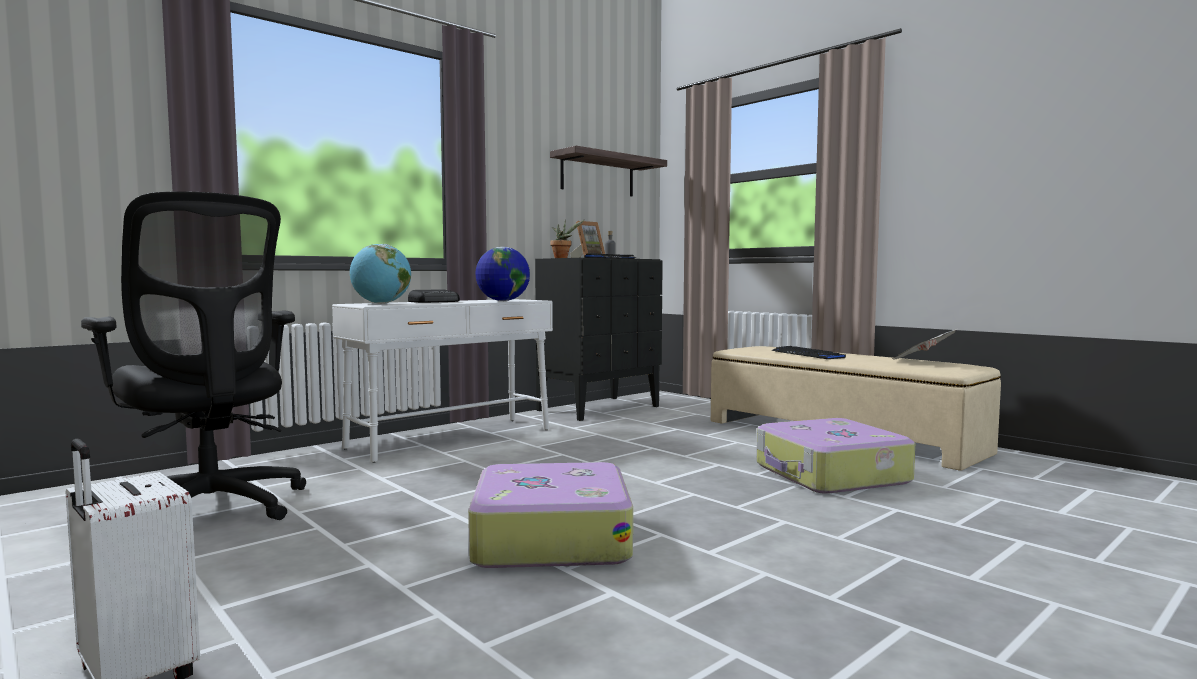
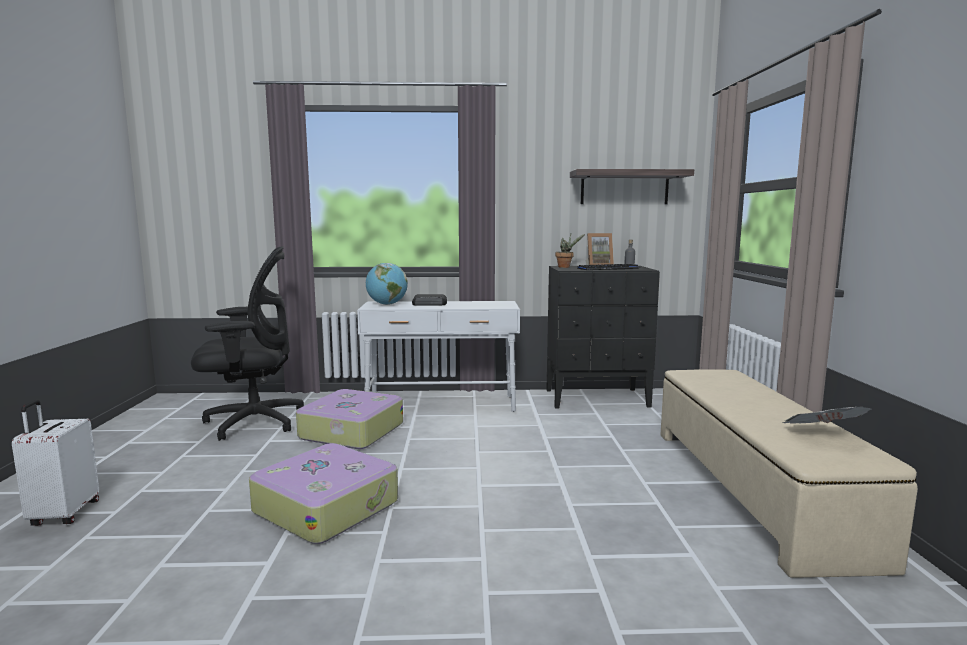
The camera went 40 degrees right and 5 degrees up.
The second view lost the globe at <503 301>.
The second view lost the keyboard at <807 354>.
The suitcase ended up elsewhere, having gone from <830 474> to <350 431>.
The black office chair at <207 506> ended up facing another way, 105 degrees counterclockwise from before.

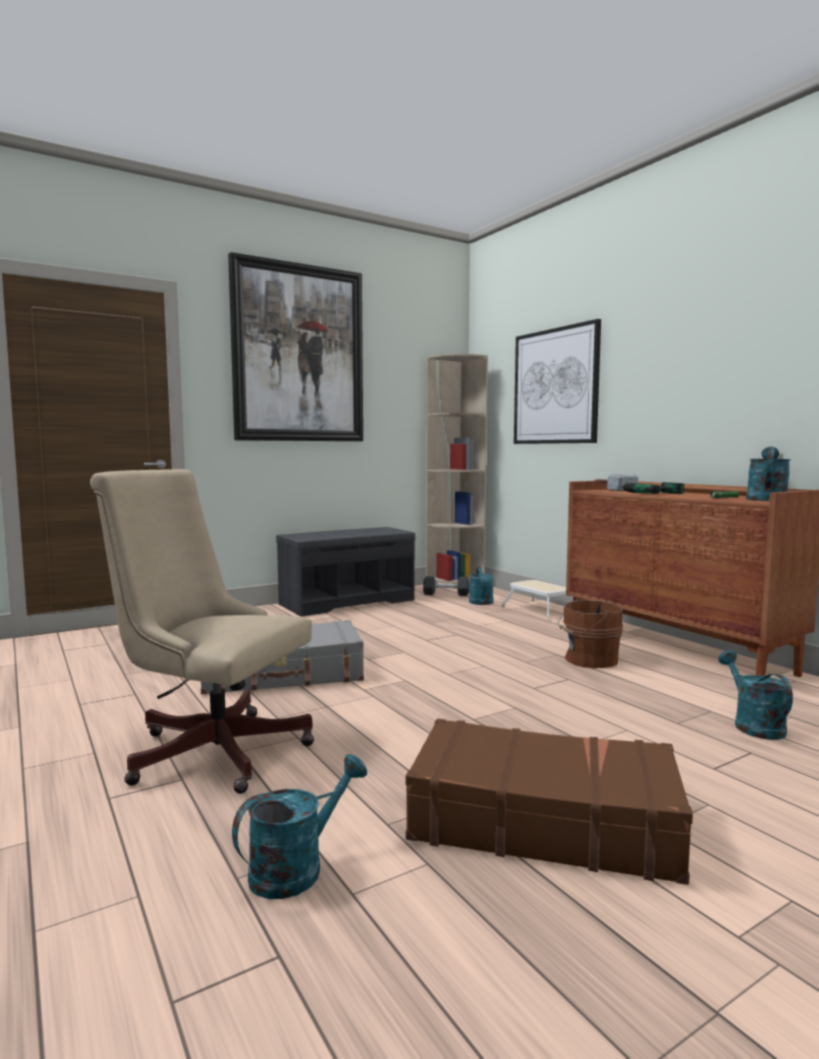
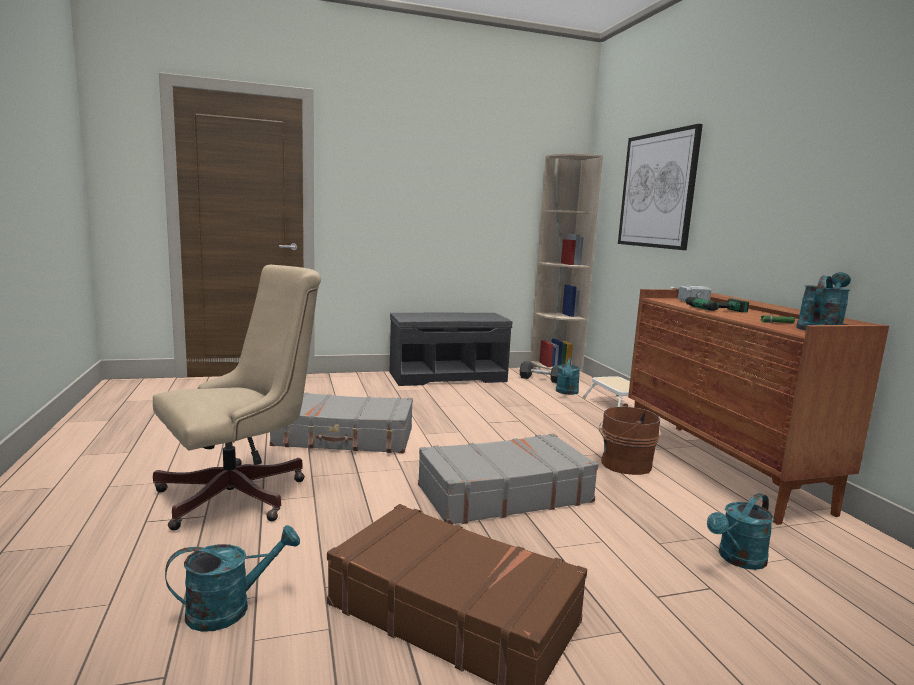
The camera went 15 degrees right and 5 degrees up.
The second view lost the picture at <298 354>.
The second view gained the grey suitcase at <503 494>.
The beige office chair at <210 749> ended up facing another way, 105 degrees clockwise from before.
The turquoise watering can at <753 725> ended up facing another way, 135 degrees counterclockwise from before.

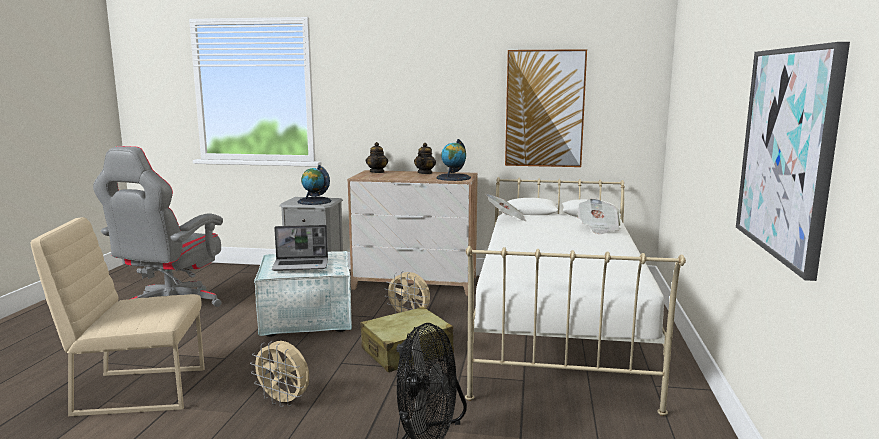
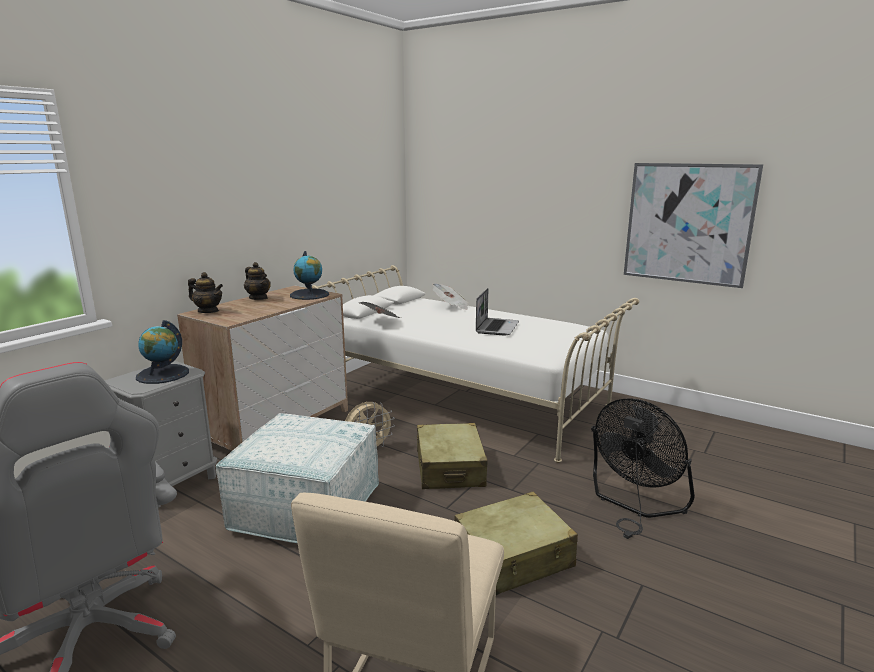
The camera went 65 degrees left and 5 degrees up.
The second view lost the picture at <544 109>.
The laptop ended up elsewhere, having gone from <301 265> to <496 327>.
Where the beige fan stood at <284 401>, the beige suitcase came to stand at <513 557>.

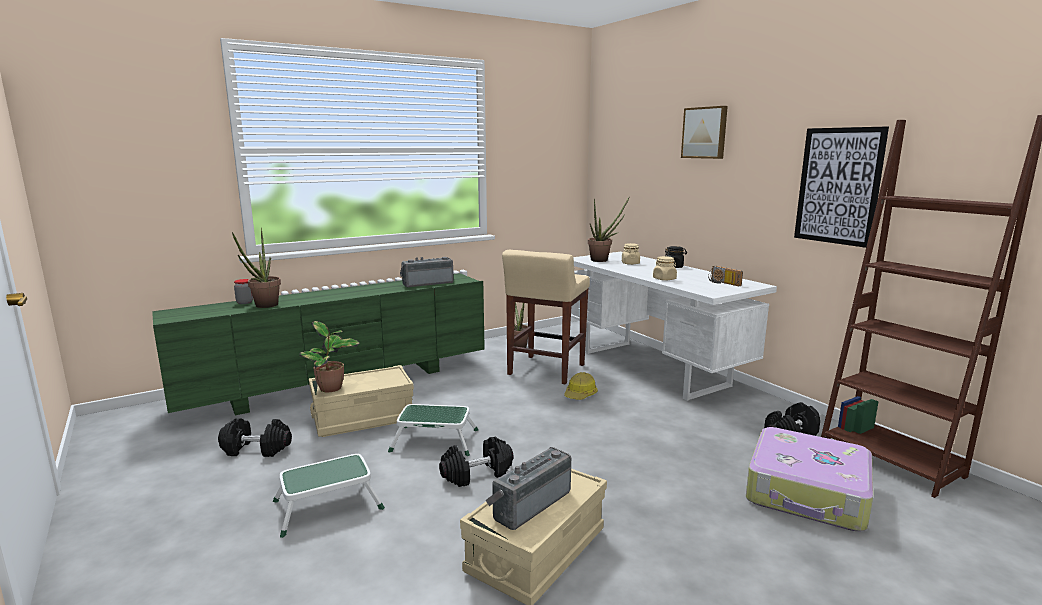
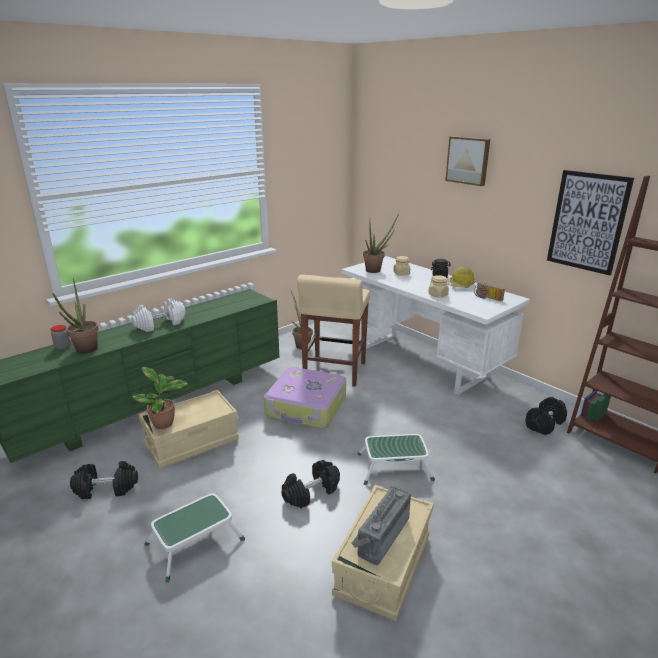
The camera went 10 degrees left and 10 degrees up.
The second view lost the radio at <427 283>.
The second view gained the white dumbbell at <160 324>.
The green step ladder ended up elsewhere, having gone from <434 441> to <394 467>.
The hard hat ended up elsewhere, having gone from <580 395> to <461 285>.
The suitcase ended up elsewhere, having gone from <807 493> to <306 407>.

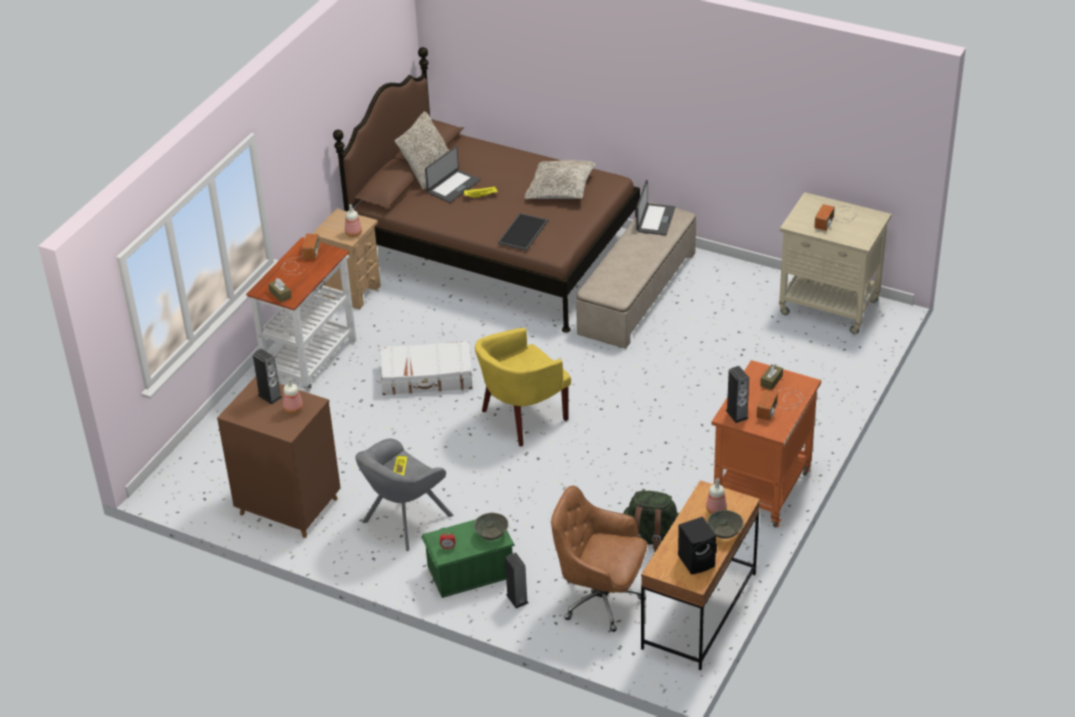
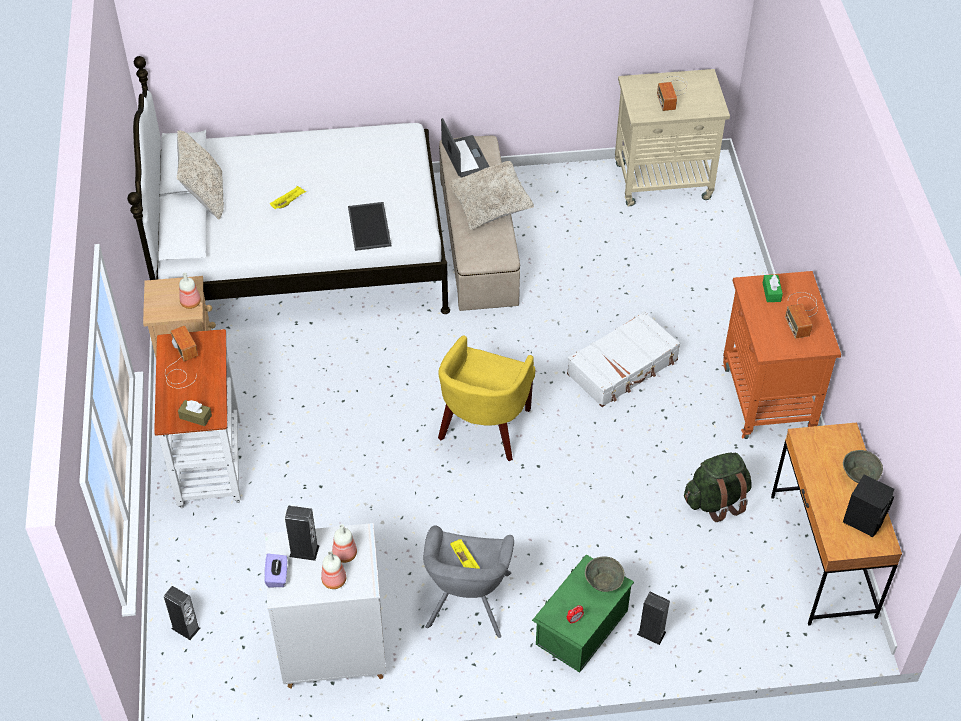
The camera went 35 degrees left and 10 degrees up.
The second view lost the laptop at <453 186>.
The second view lost the brown office chair at <601 599>.
The second view gained the purple tissue box at <277 576>.
The white suitcase ended up elsewhere, having gone from <427 377> to <623 367>.
The beige pillow ended up elsewhere, having gone from <560 189> to <490 203>.
The bottle ended up elsewhere, having gone from <716 510> to <334 580>.
The speaker ended up elsewhere, having gone from <737 414> to <186 628>.
What was the brown dresser at <288 506> turned into the white dresser at <332 650>.
What was the brown bed at <495 253> turned into the white bed at <301 254>.
What was the brown tissue box at <771 381> turned into the green tissue box at <771 292>.

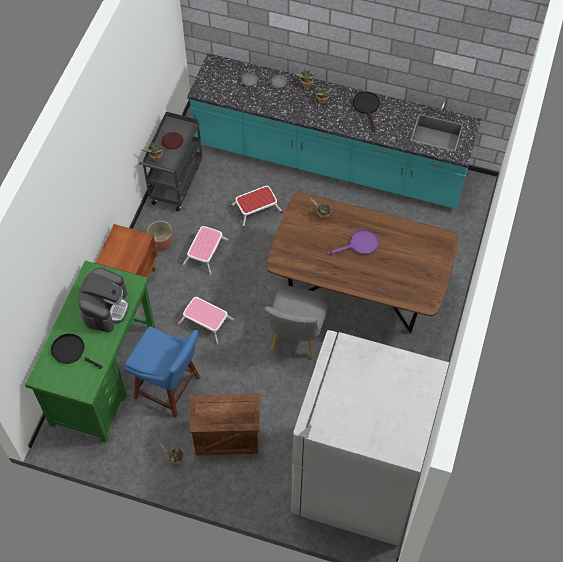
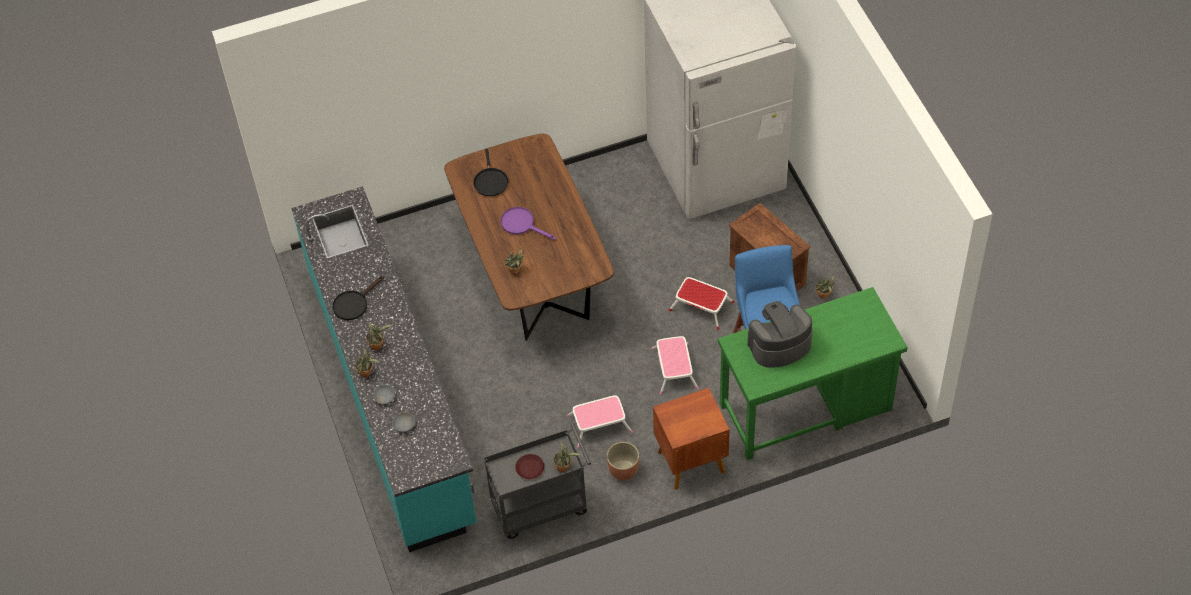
The camera went 125 degrees left and 5 degrees down.
The second view lost the grey chair at <296 337>.
The black frying pan ended up elsewhere, having gone from <70 351> to <490 181>.
The red step ladder ended up elsewhere, having gone from <256 209> to <701 306>.

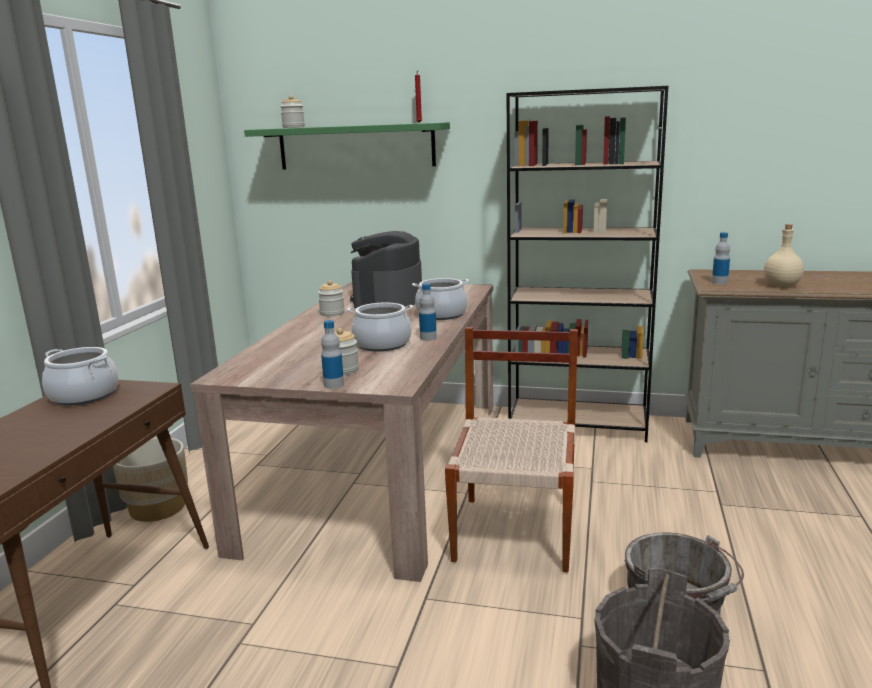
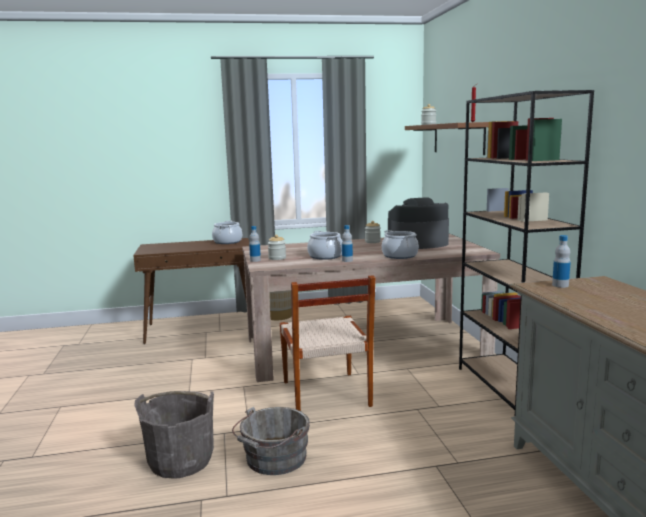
The camera went 65 degrees right and 5 degrees down.
The second view lost the beige bottle at <782 286>.
What was the green shelf at <356 146> turned into the brown shelf at <458 138>.
The chair at <515 531> ended up facing another way, 90 degrees clockwise from before.

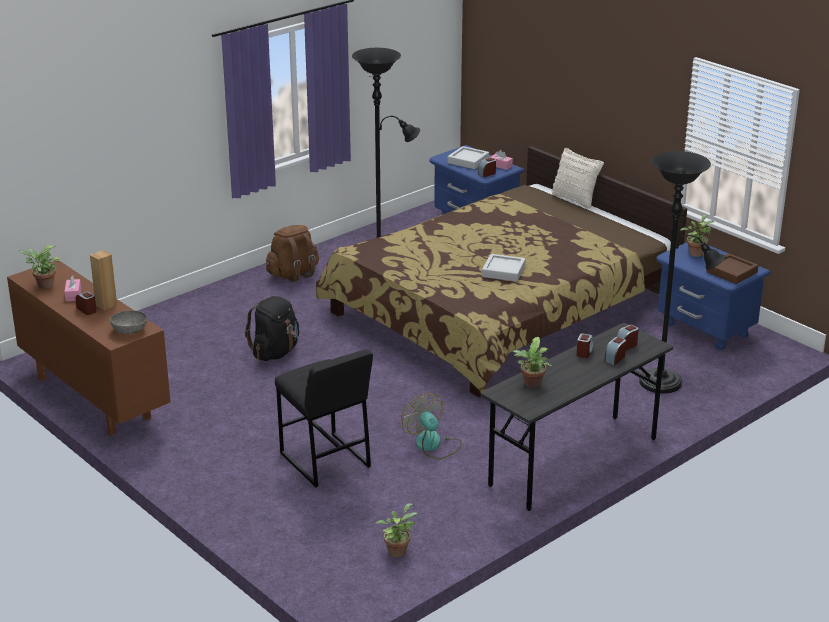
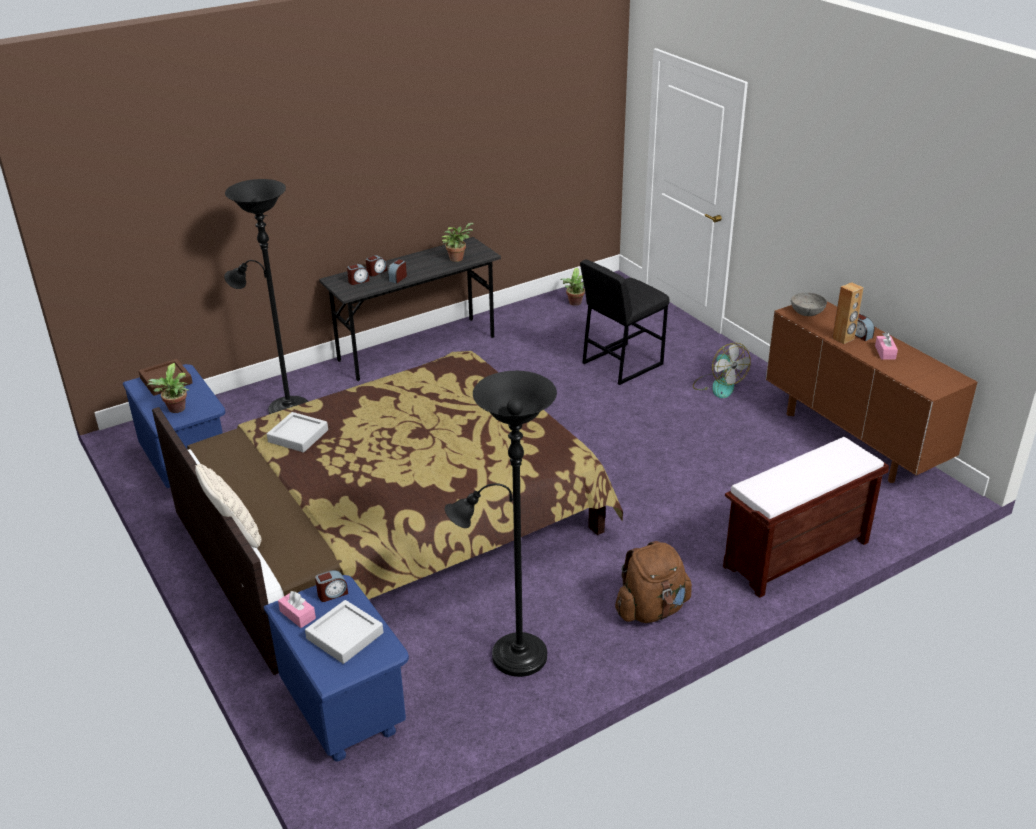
The camera went 170 degrees left and 5 degrees up.
The second view lost the potted plant at <43 285>.
The second view lost the black backpack at <275 352>.
The second view gained the brown bench at <795 555>.
The fan ended up elsewhere, having gone from <433 445> to <718 385>.
The grey tray ended up elsewhere, having gone from <503 271> to <298 436>.
The black chair at <326 461> ended up facing another way, 105 degrees counterclockwise from before.

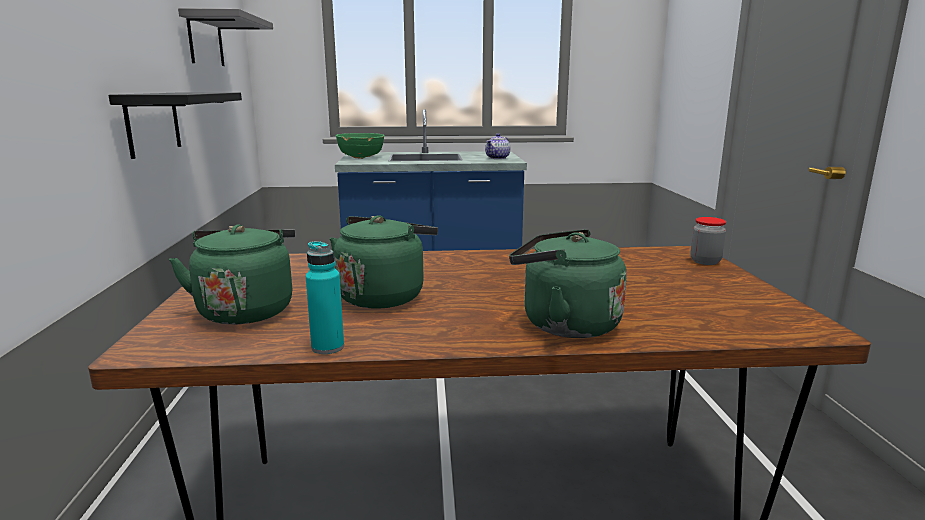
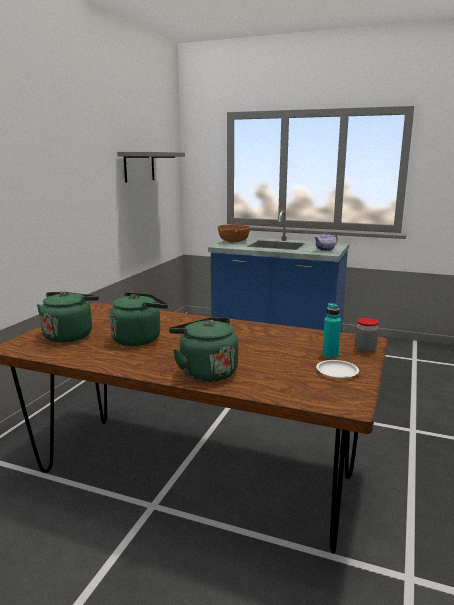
The camera went 25 degrees right and 0 degrees up.
The second view lost the black shelf at <153 123>.
The second view gained the white plate at <337 372>.
The turquoise bottle ended up elsewhere, having gone from <327 347> to <330 355>.
What was the green bowl at <361 157> turned into the brown bowl at <233 242>.

